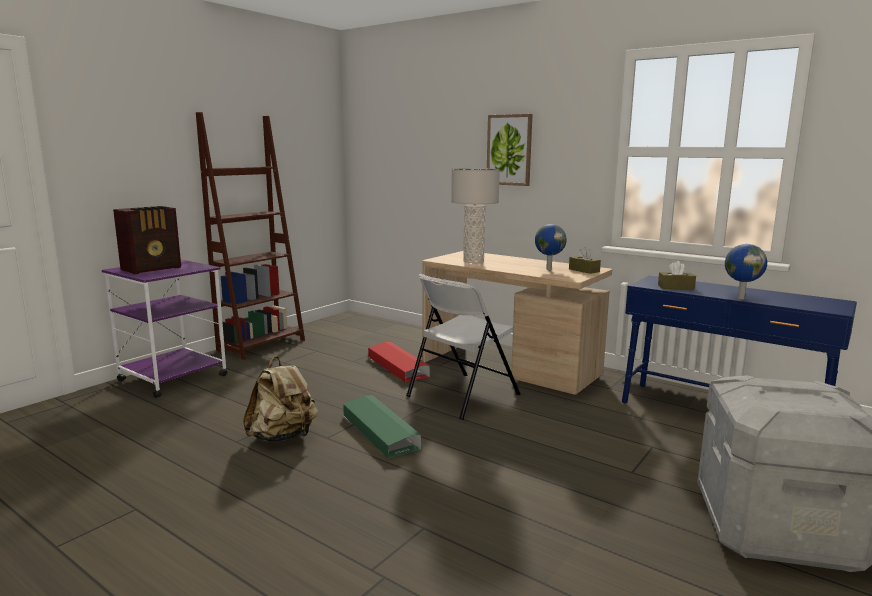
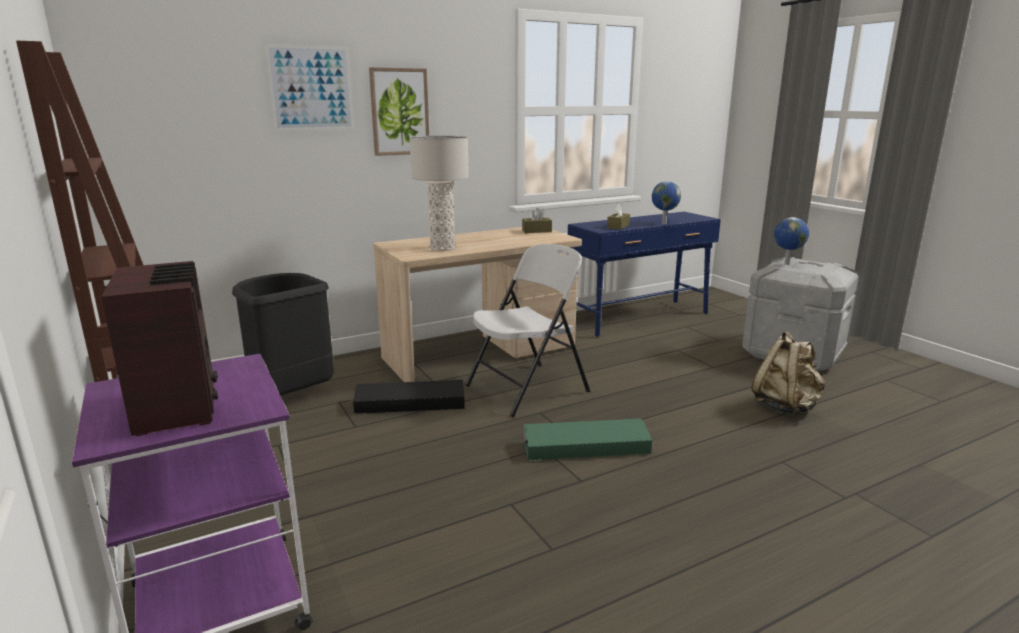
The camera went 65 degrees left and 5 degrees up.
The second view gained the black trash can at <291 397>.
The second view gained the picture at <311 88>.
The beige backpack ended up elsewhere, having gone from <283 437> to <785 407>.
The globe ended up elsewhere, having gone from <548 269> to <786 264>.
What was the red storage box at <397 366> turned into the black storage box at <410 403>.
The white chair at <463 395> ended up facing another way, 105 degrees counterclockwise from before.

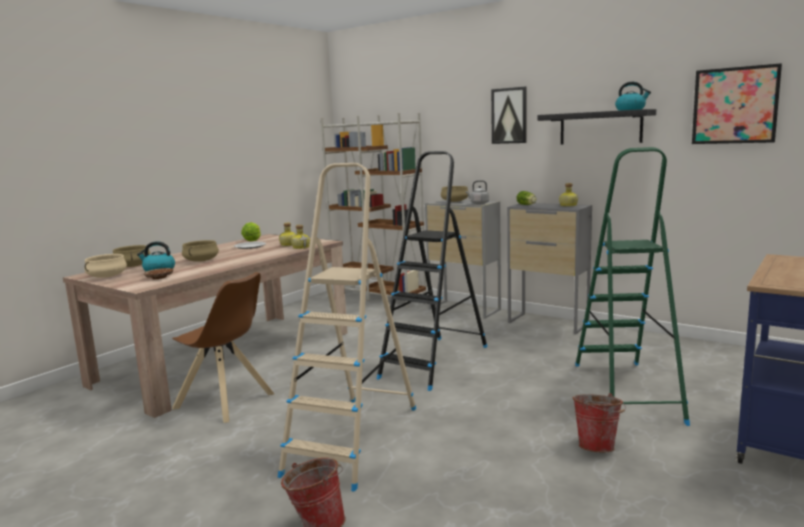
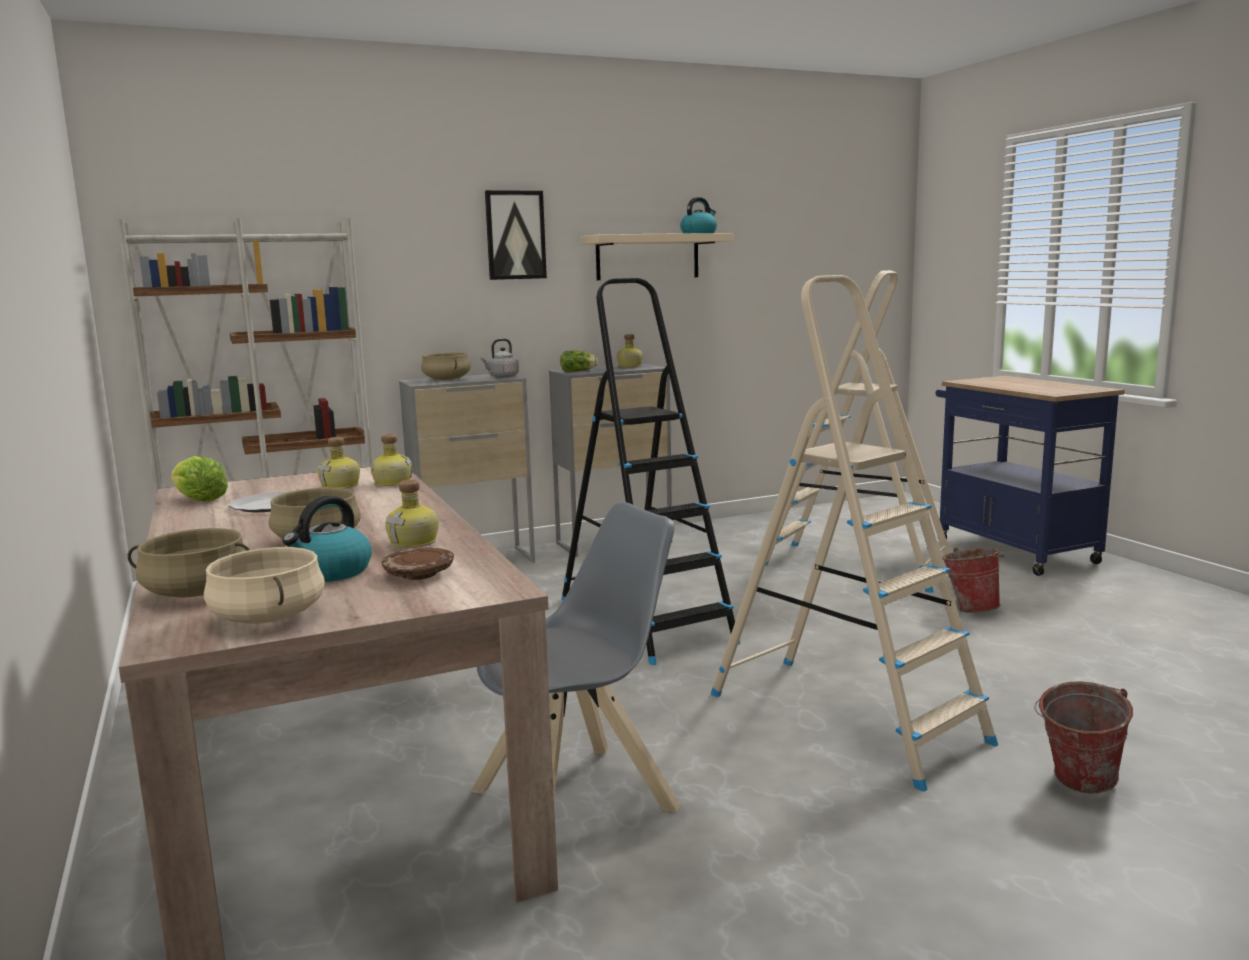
The camera went 60 degrees left and 0 degrees up.
The second view lost the picture at <735 105>.
The second view gained the bottle at <415 542>.
What was the brown chair at <226 402> turned into the grey chair at <580 798>.
What was the black shelf at <600 127> turned into the beige shelf at <647 257>.
What was the green step ladder at <625 391> turned into the beige step ladder at <855 566>.

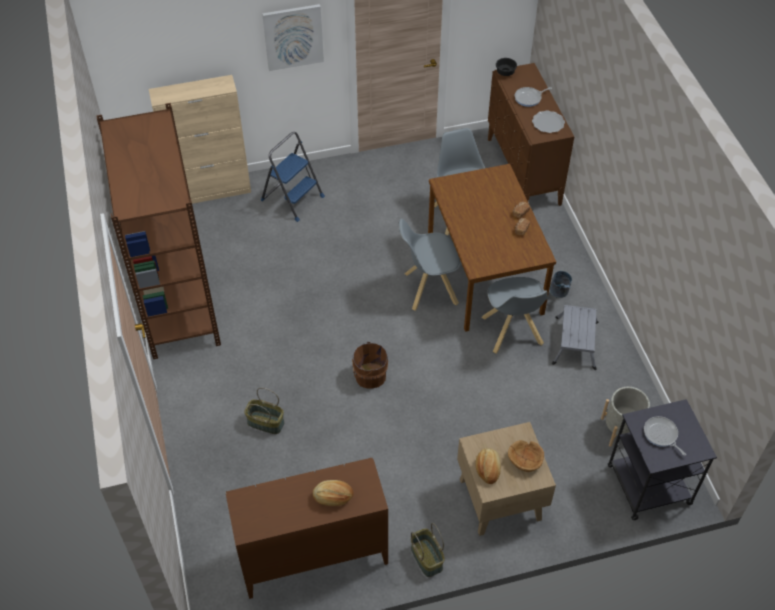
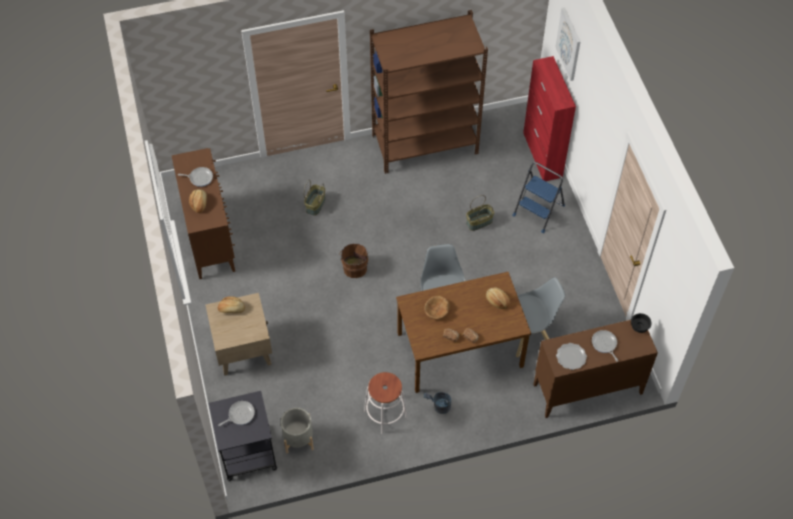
The camera went 90 degrees right and 5 degrees up.
The second view lost the grey chair at <512 332>.
The second view gained the frying pan at <200 178>.
The second view gained the bread at <497 301>.
The picture ended up elsewhere, having gone from <293 37> to <569 44>.
The basket ended up elsewhere, having gone from <427 558> to <479 222>.
The brown bowl ended up elsewhere, having gone from <525 460> to <436 311>.
Where the grey step ladder stood at <575 343>, the white stool came to stand at <385 414>.
What was the beige cabinet at <211 191> turned into the red cabinet at <542 155>.

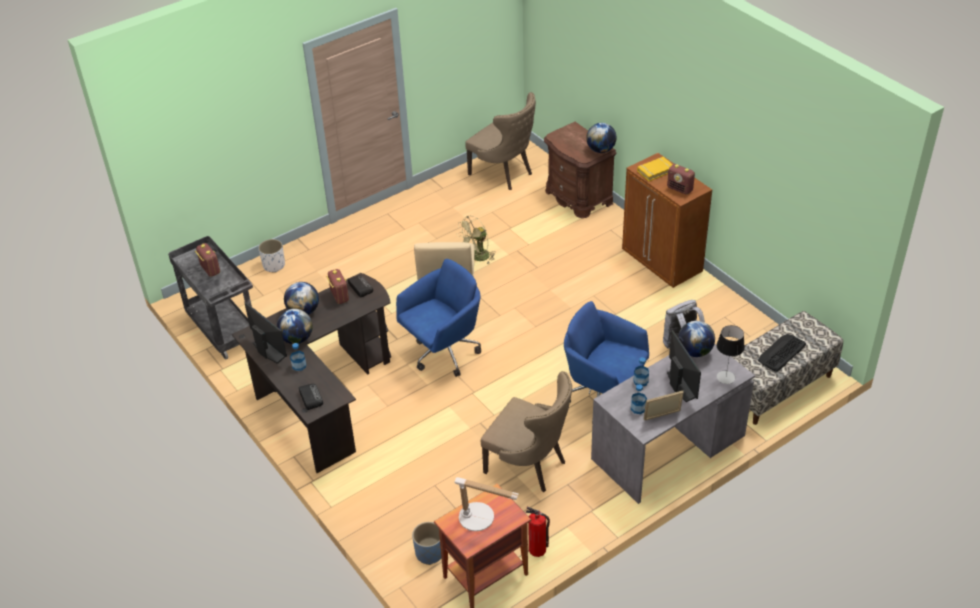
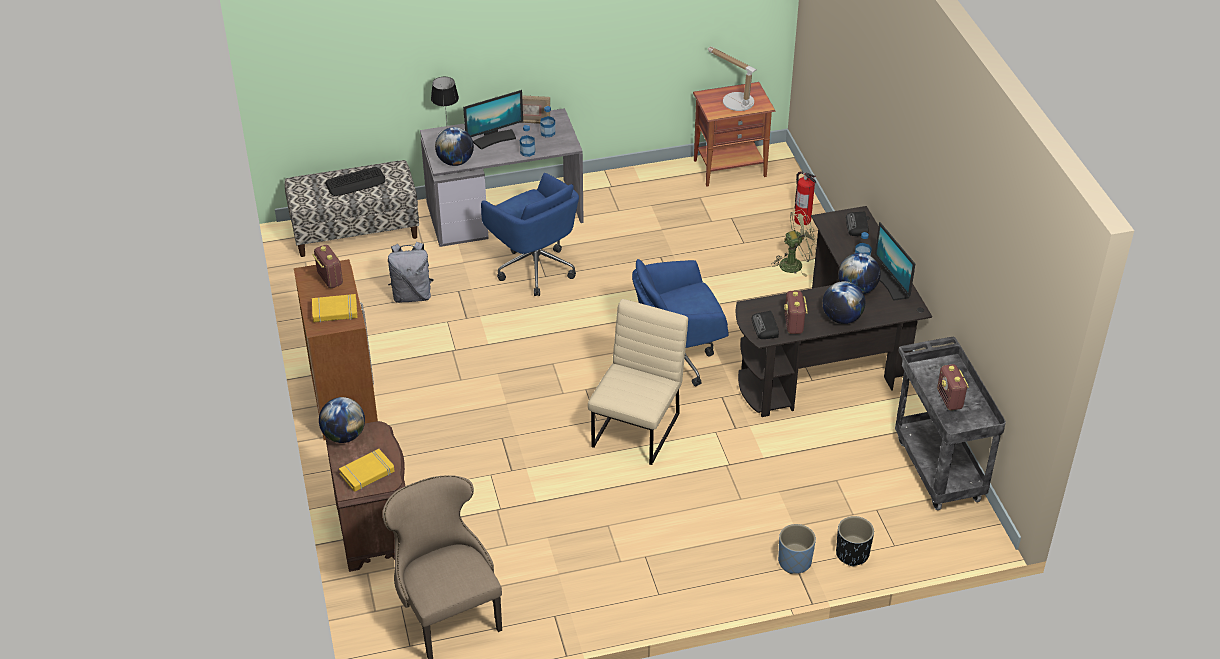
The camera went 160 degrees left and 0 degrees up.
The second view lost the beige chair at <529 465>.
The second view gained the yellow book at <367 473>.
The blue planter ended up elsewhere, having gone from <429 553> to <794 562>.
The green fan ended up elsewhere, having gone from <477 258> to <795 264>.
The fire extinguisher ended up elsewhere, having gone from <538 549> to <802 220>.
What was the white planter at <274 265> turned into the black planter at <852 554>.
The monitor at <680 386> ended up facing another way, 120 degrees counterclockwise from before.

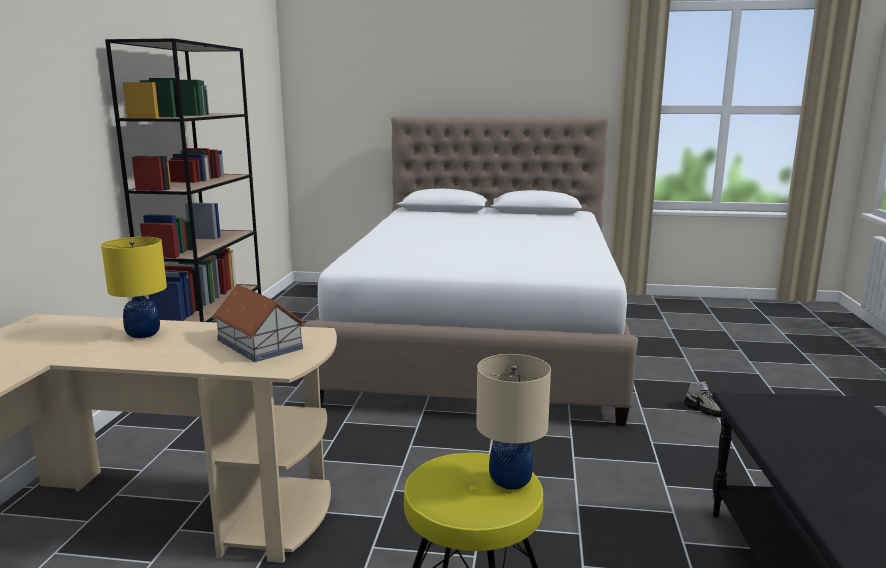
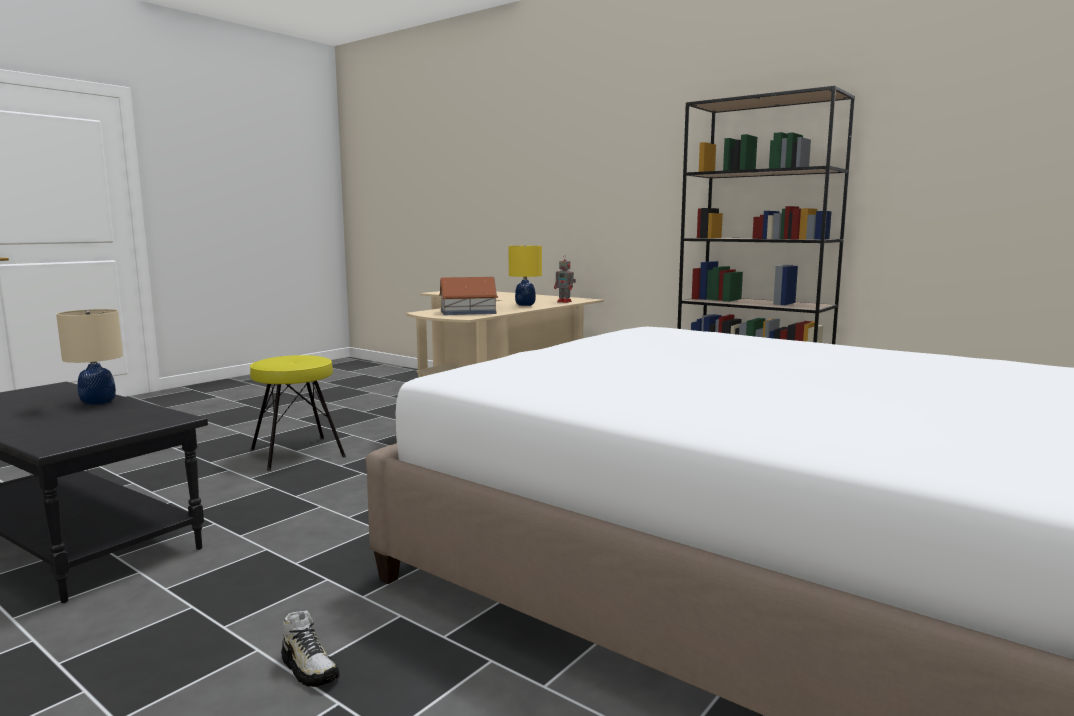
The camera went 120 degrees right and 5 degrees down.
The second view gained the toy robot at <565 302>.
The beige table lamp ended up elsewhere, having gone from <510 483> to <97 402>.
The shoe at <706 410> ended up facing another way, 120 degrees counterclockwise from before.

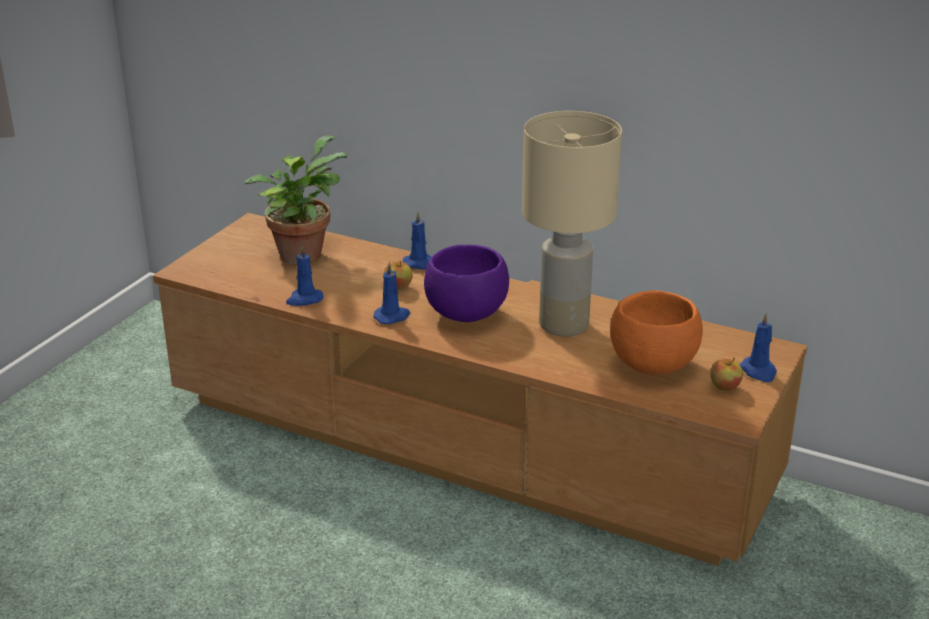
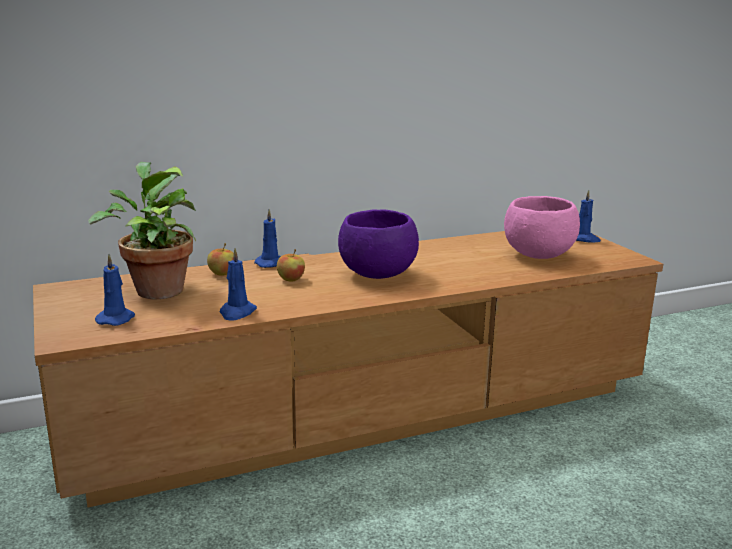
The camera went 50 degrees left and 10 degrees down.
The second view lost the beige table lamp at <562 324>.
The blue candle ended up elsewhere, having gone from <392 317> to <116 319>.
The apple ended up elsewhere, having gone from <725 387> to <222 274>.
What was the orange bowl at <653 365> turned into the pink bowl at <537 256>.

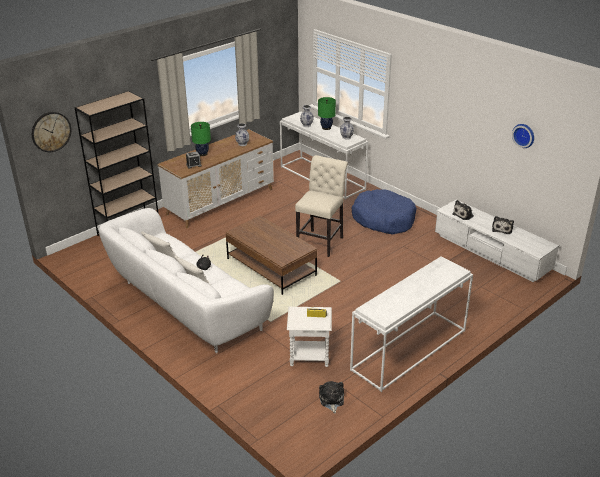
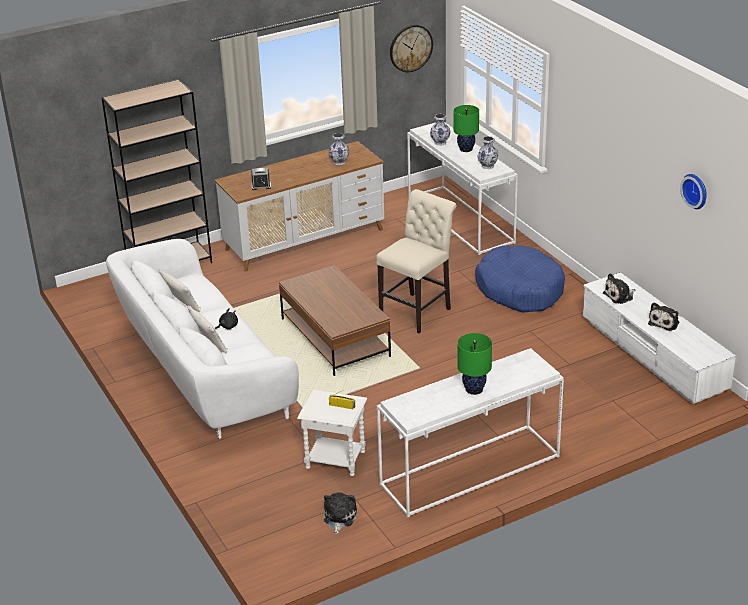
The camera went 15 degrees right and 0 degrees up.
The wall clock ended up elsewhere, having gone from <51 131> to <410 48>.
The green table lamp ended up elsewhere, having gone from <202 154> to <474 389>.

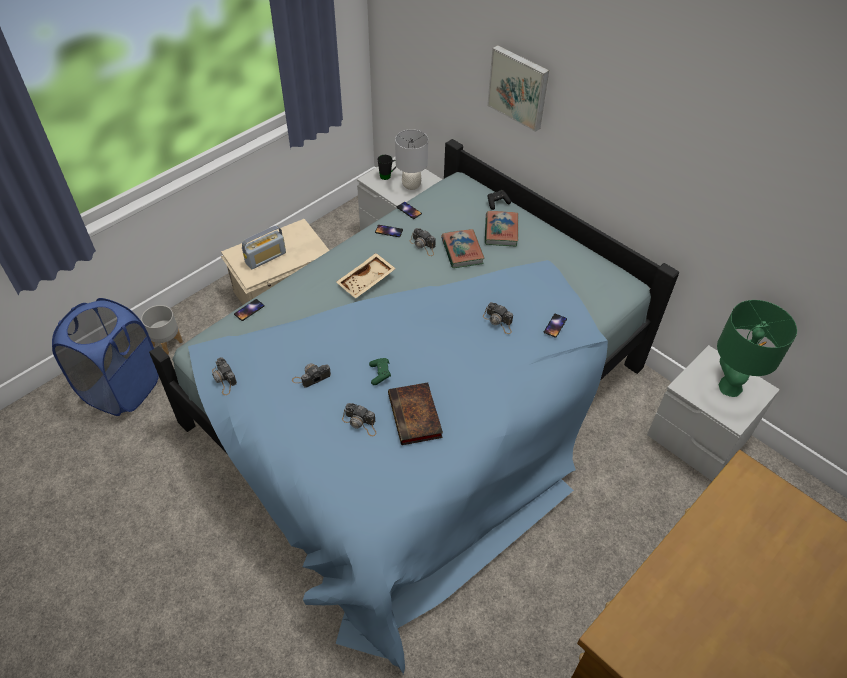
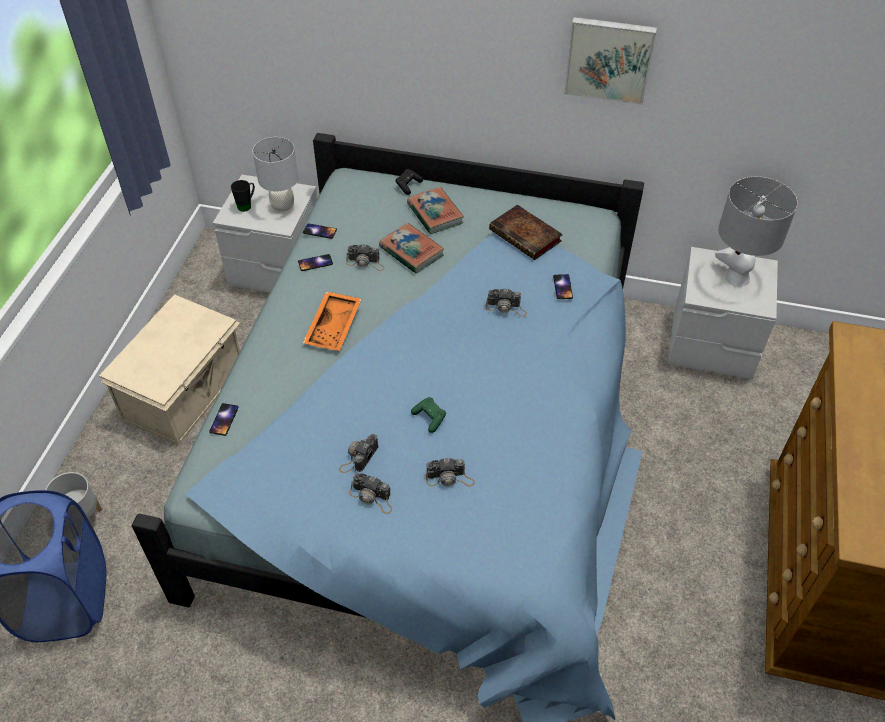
The camera went 30 degrees left and 0 degrees up.
The second view lost the radio at <265 258>.
The photo camera ended up elsewhere, having gone from <224 379> to <372 497>.
The book ended up elsewhere, having gone from <416 417> to <527 236>.
The picture ended up elsewhere, having gone from <519 87> to <609 59>.
What was the beige tray at <367 281> turned into the orange tray at <334 327>.
What was the green table lamp at <729 386> turned into the grey table lamp at <736 277>.

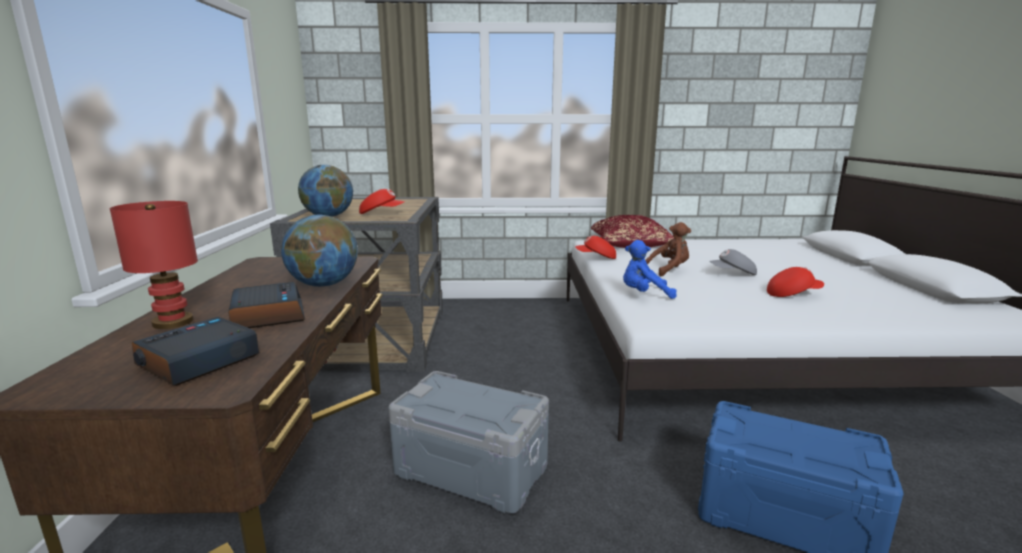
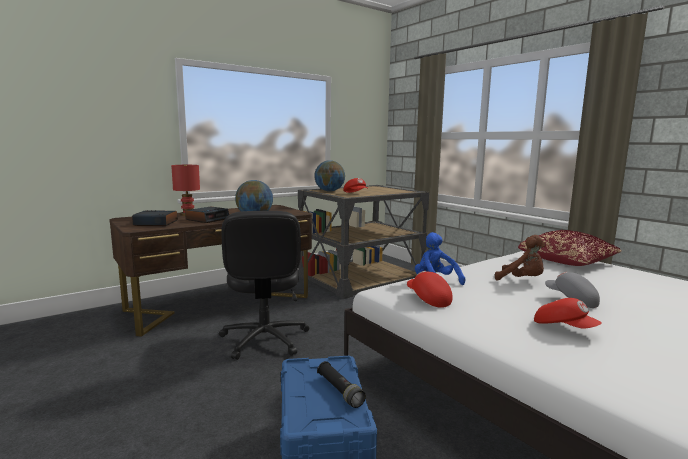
The camera went 55 degrees right and 5 degrees down.
The second view gained the black flashlight at <339 391>.
The red cap ended up elsewhere, having gone from <596 257> to <428 299>.
Where the grey storage box stood at <470 471>, the black office chair came to stand at <264 339>.

